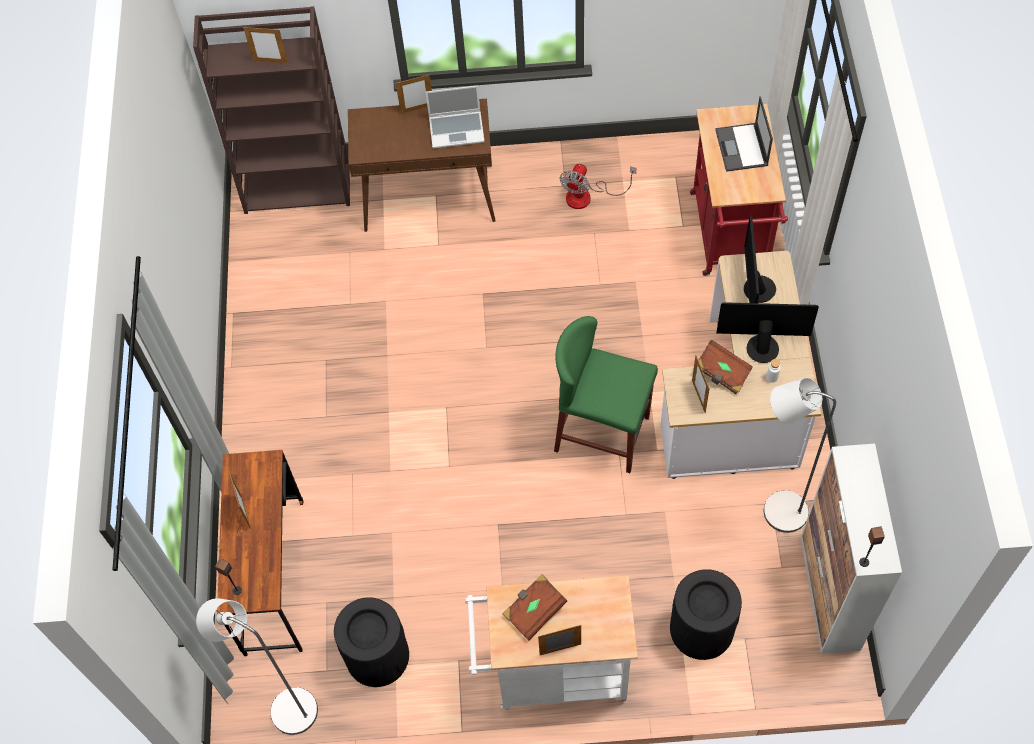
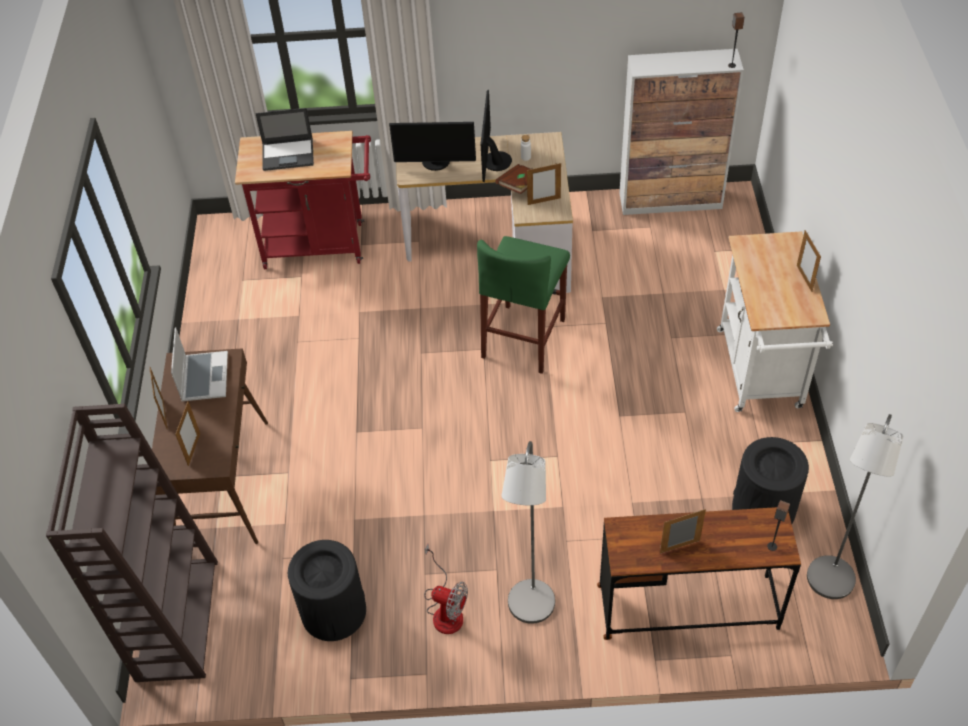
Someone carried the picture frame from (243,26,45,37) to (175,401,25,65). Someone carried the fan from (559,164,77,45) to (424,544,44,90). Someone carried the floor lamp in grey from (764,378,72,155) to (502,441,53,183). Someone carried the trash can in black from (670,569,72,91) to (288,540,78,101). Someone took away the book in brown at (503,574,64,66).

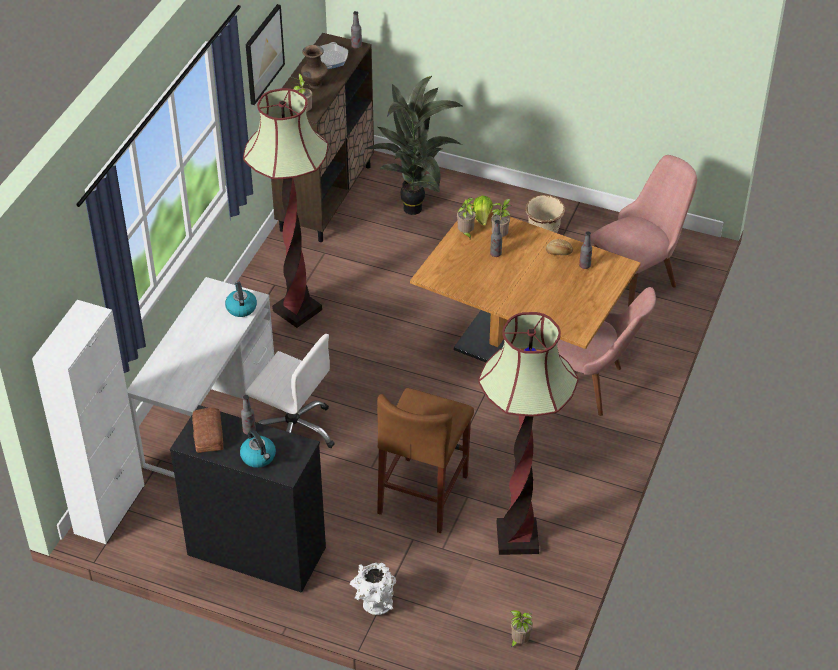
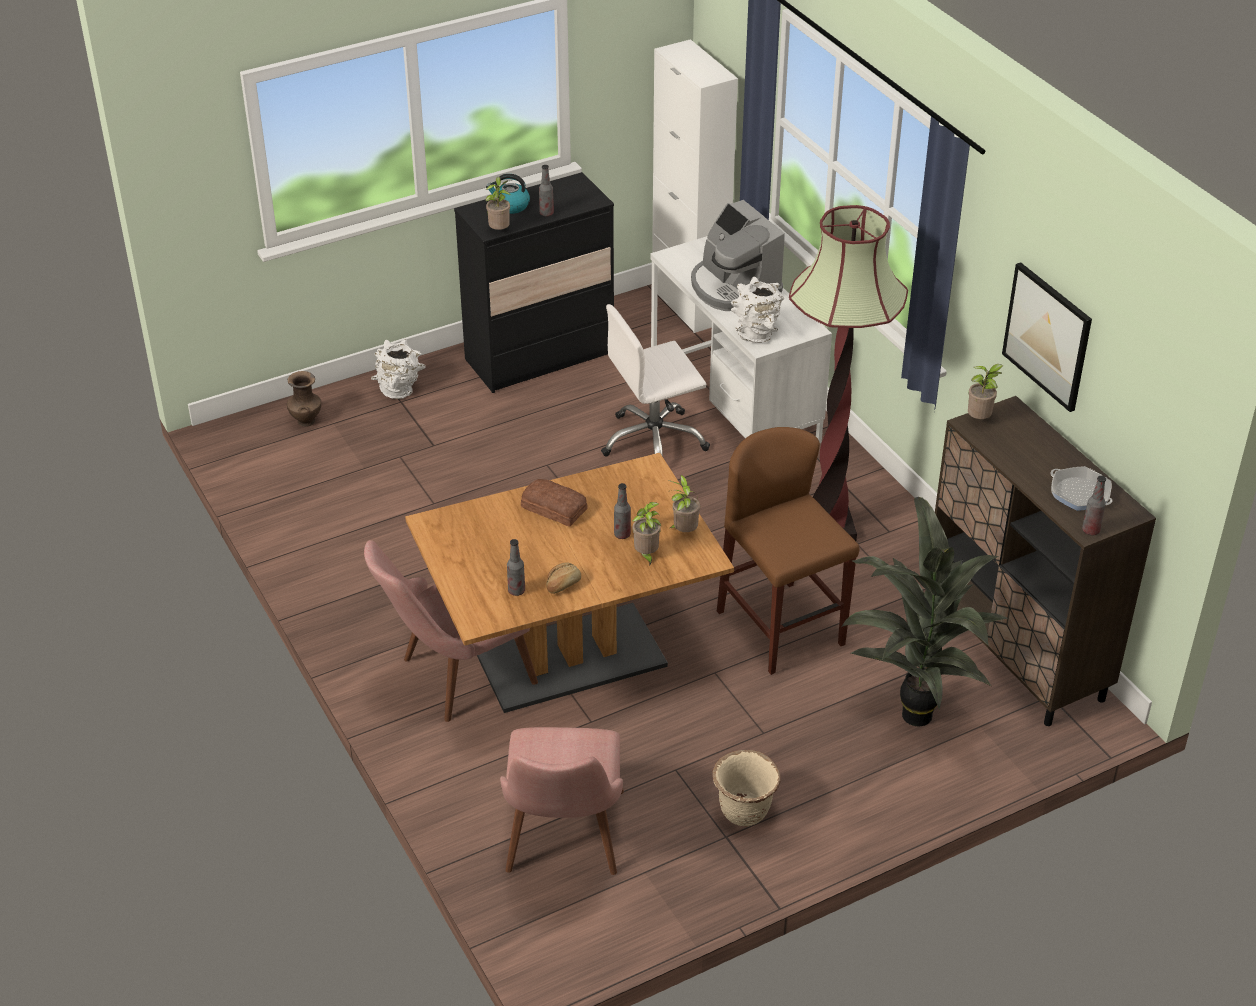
Someone carried the vase in brown from (301,45,27,44) to (287,371,34,56). Someone took away the lettuce at (473,196,20,30). Someone swapped the kettle at (225,282,32,35) for the vase in white at (731,277,53,66). Someone took away the floor lamp at (478,312,100,243). Someone carried the stool in brown from (377,388,97,145) to (717,427,142,248). Someone carried the bread from (192,408,31,45) to (521,479,66,48). Someone carried the potted plant from (510,610,22,38) to (485,177,26,53). Someone put down the coffee machine at (691,200,94,111).

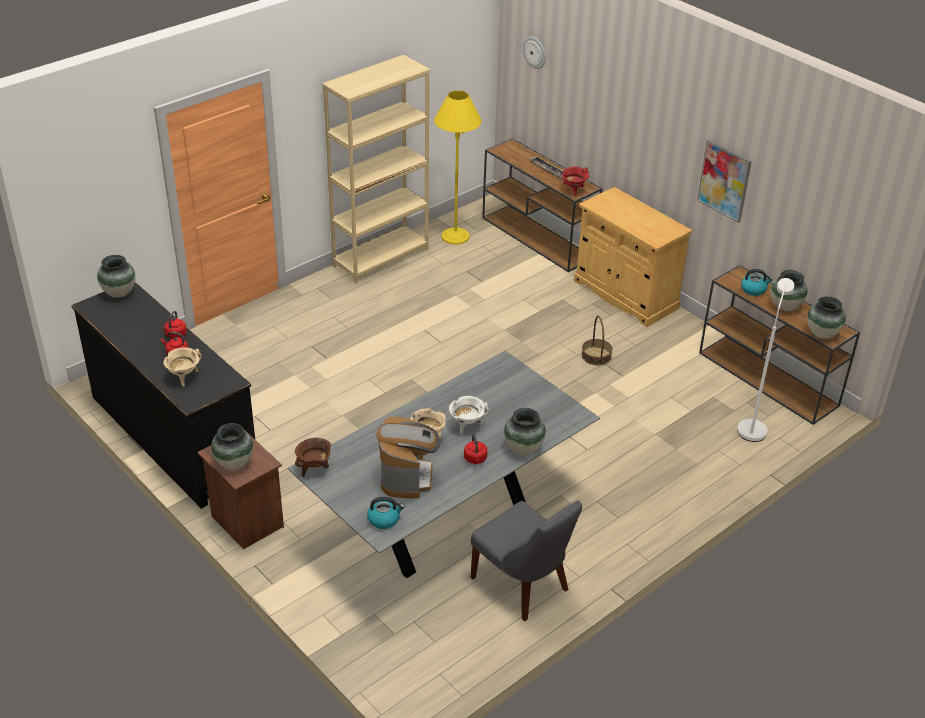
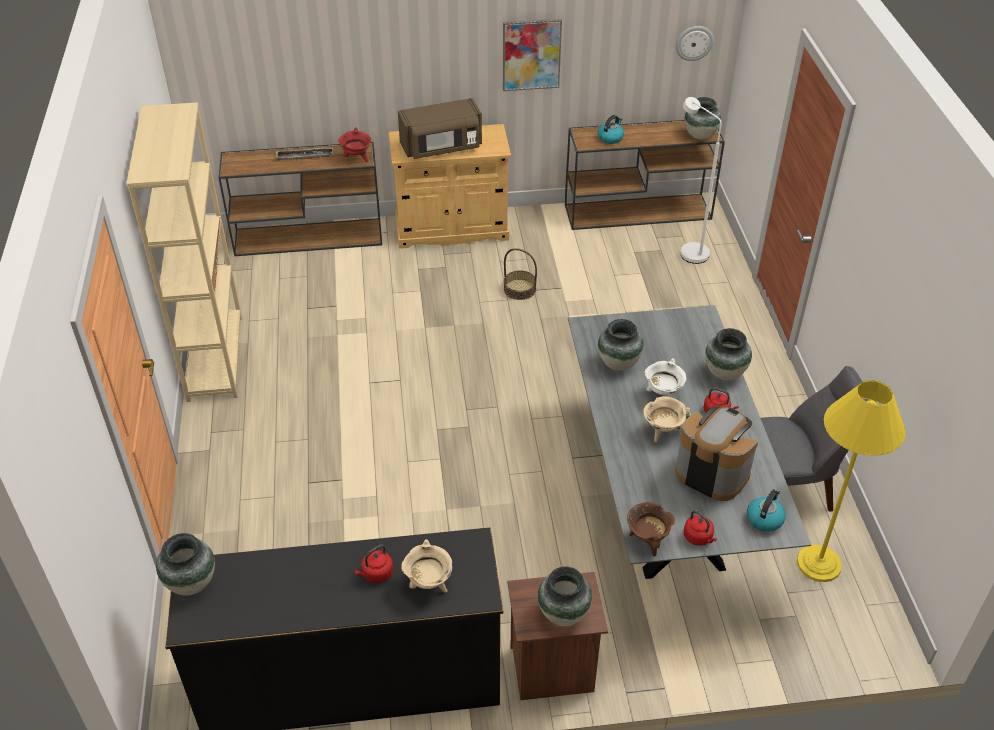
Someone carried the wall clock from (523,37,23,32) to (676,26,38,35). Someone carried the floor lamp in yellow from (434,90,48,155) to (797,380,108,202). Someone carried the vase from (771,270,36,41) to (598,319,46,52). Someone carried the kettle in red from (164,311,23,28) to (684,510,33,36). Someone put down the microwave in brown at (398,98,84,61).

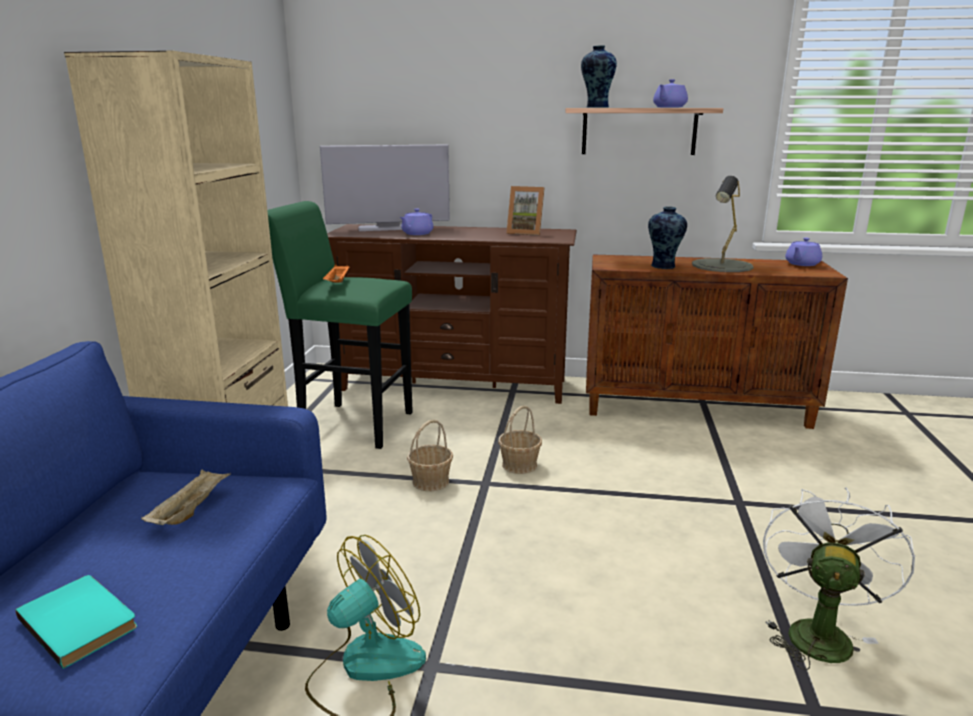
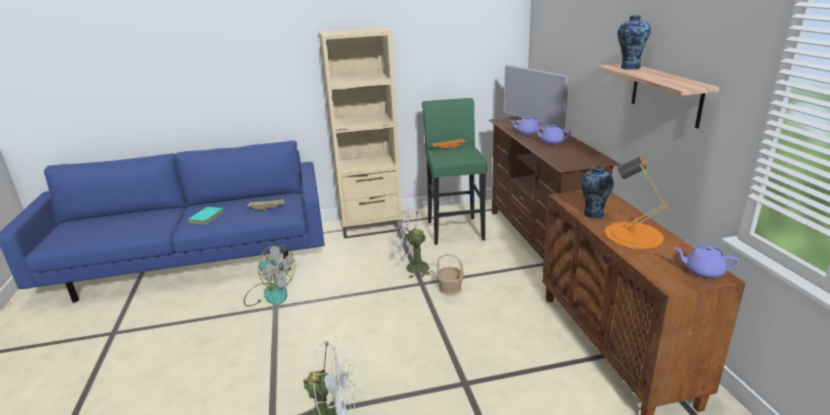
Someone carried the teapot in purple from (653,79,35,29) to (534,125,37,19). Someone repainted the table lamp in grey at (692,176,62,96), which became the table lamp in orange at (604,157,65,92). Someone took away the picture frame at (506,186,38,50). Someone swapped the basket at (407,420,46,71) for the fan in white at (391,208,43,70).

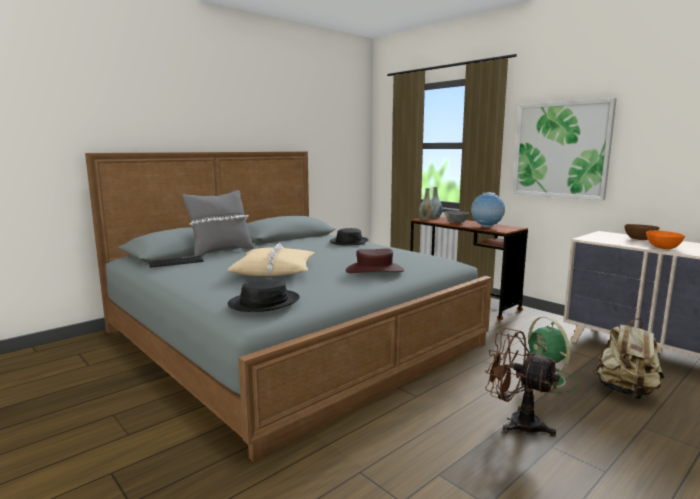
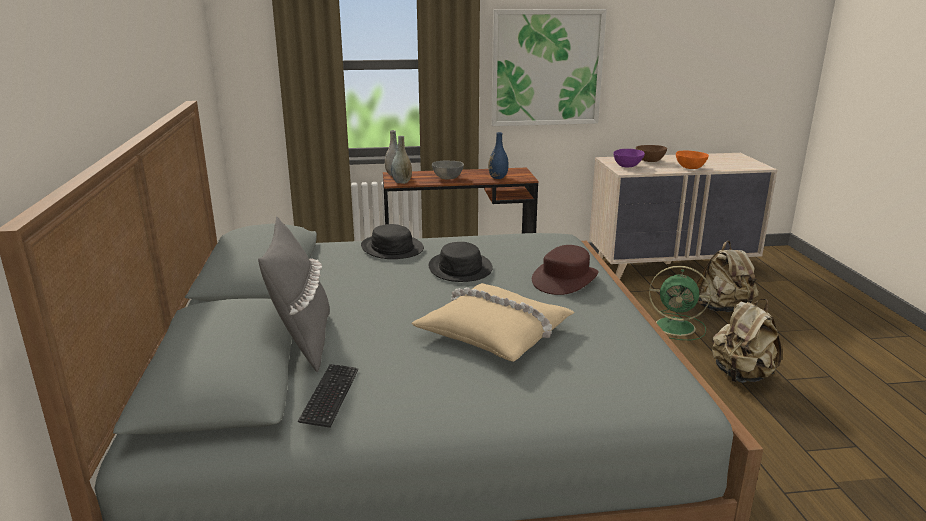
Someone swapped the globe at (471,192,34,36) for the vase in blue at (488,132,21,47). Someone carried the hat in black from (227,278,73,34) to (429,242,64,40). Someone swapped the fan in brown at (485,328,75,109) for the backpack in beige at (712,299,70,84). Someone put down the bowl in purple at (613,149,32,18).

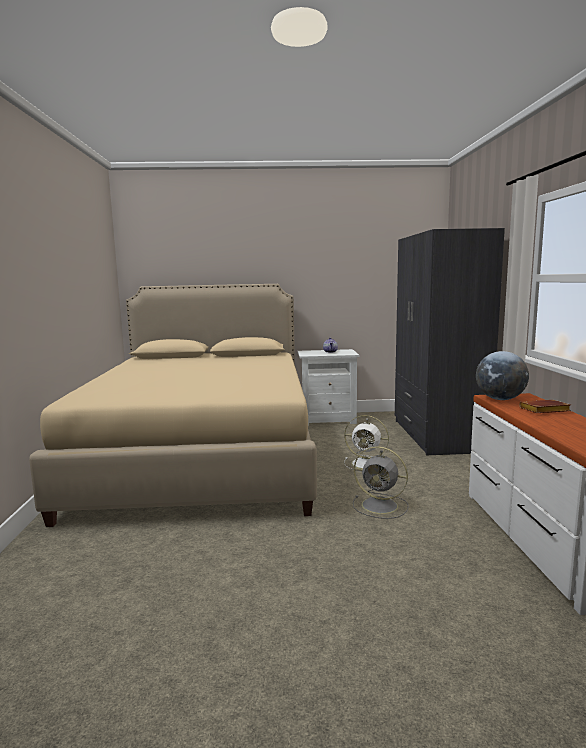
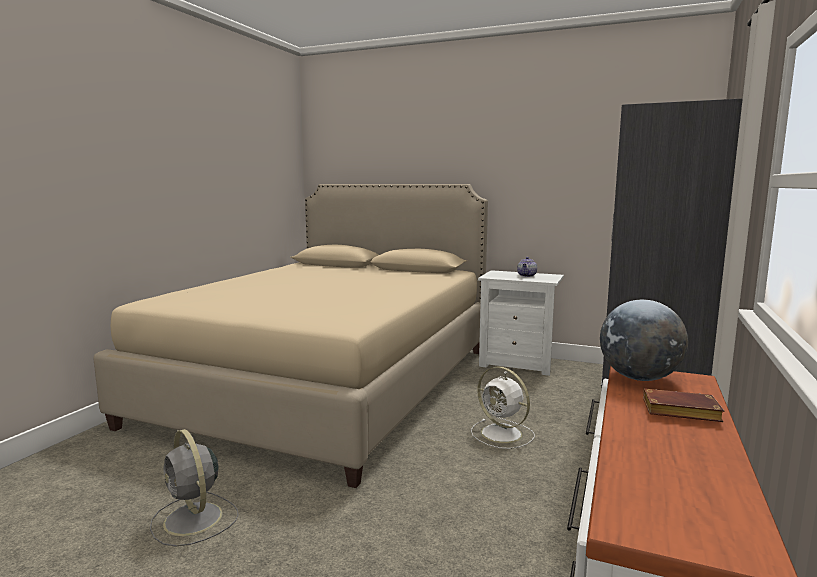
Someone carried the fan in grey from (353,446,56,73) to (150,429,89,117).

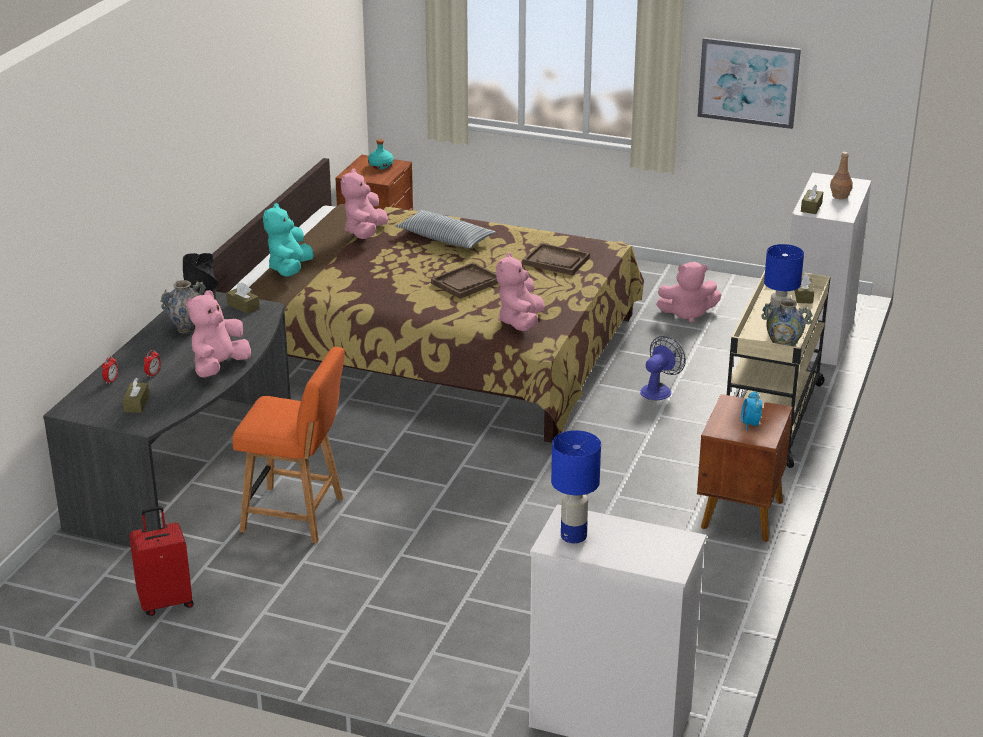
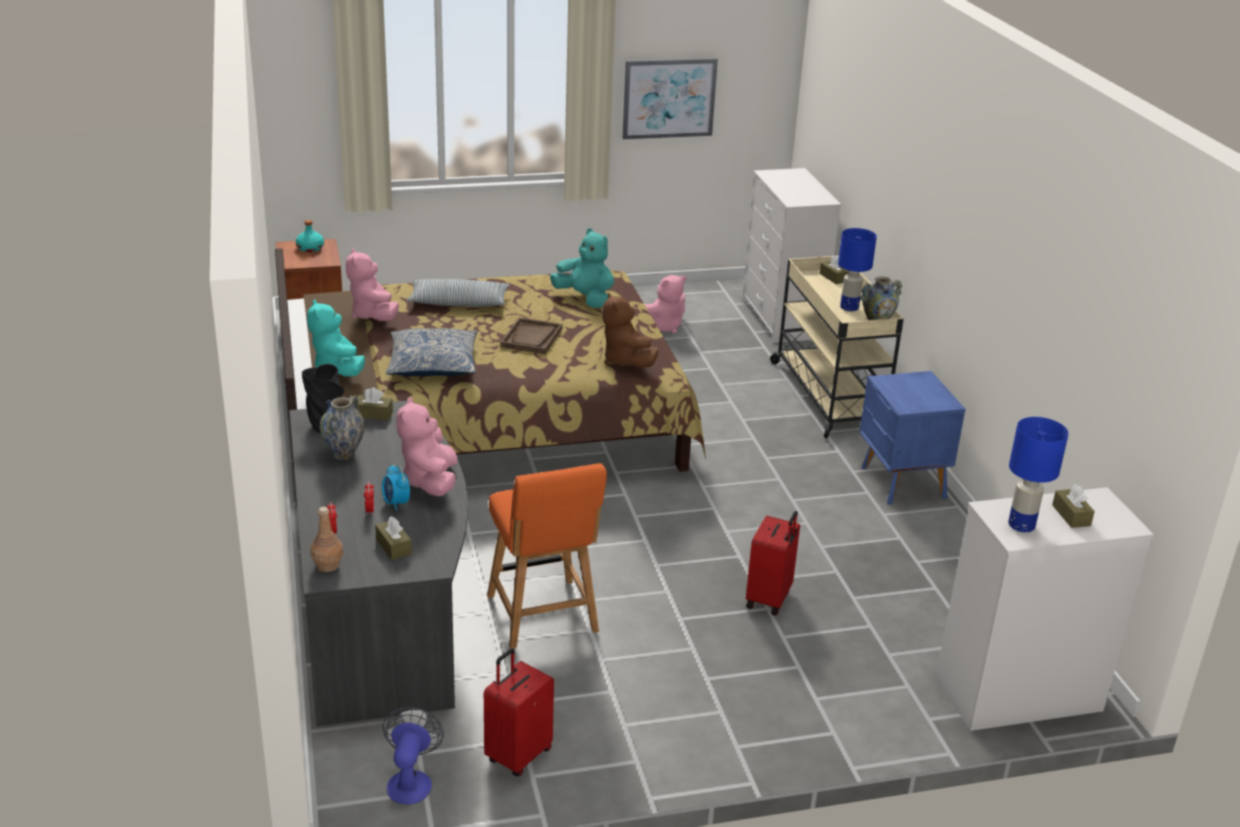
Someone carried the bottle in brown from (830,152,23,47) to (311,507,32,65). Someone carried the tissue box in brown from (801,185,22,29) to (1052,484,43,44). Someone swapped the tray in brown at (522,243,68,32) for the plush toy in turquoise at (550,228,64,80). Someone repainted the plush toy in pink at (496,252,49,79), which became the plush toy in brown at (602,293,56,75). Someone carried the fan from (640,336,46,65) to (382,707,62,98). Someone rotated the chair in orange at (232,347,113,196) by 90 degrees clockwise. Someone carried the alarm clock from (741,391,21,39) to (382,465,28,46). Someone repainted the nightstand in brown at (697,394,96,148), which became the nightstand in blue at (859,371,107,134). Someone put down the pillow at (386,328,91,48). Someone put down the suitcase in red at (746,511,54,105).

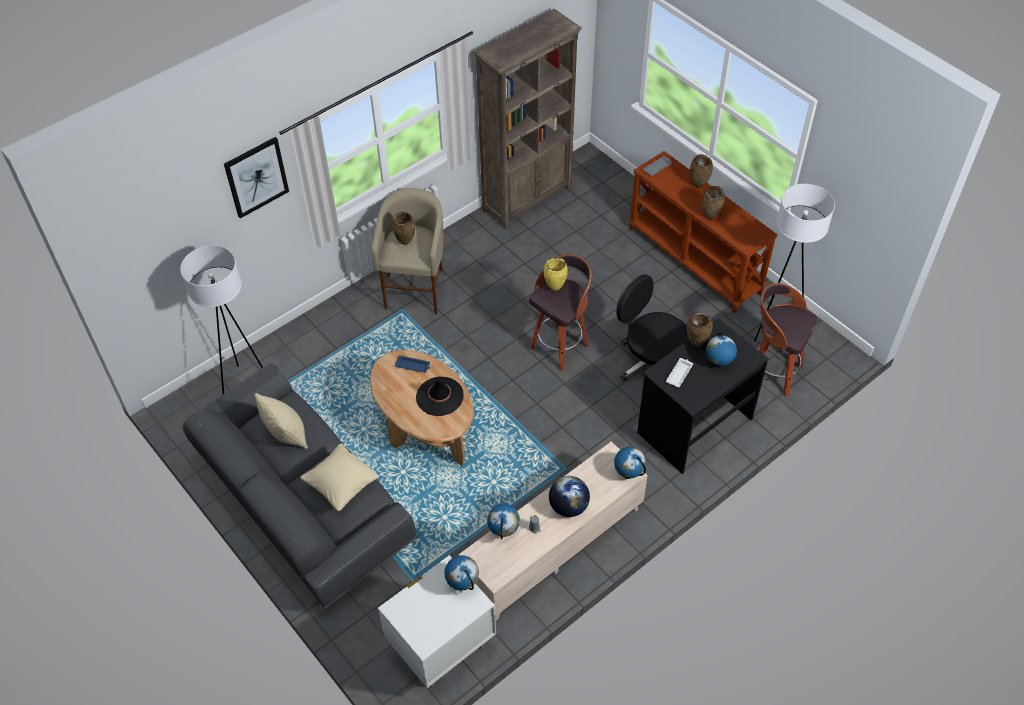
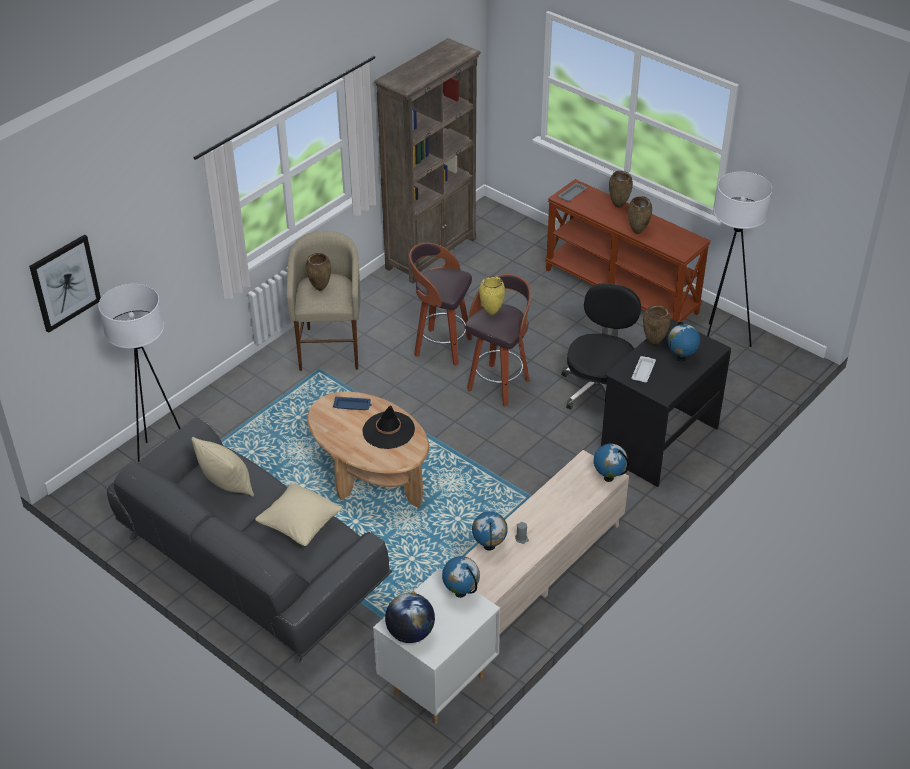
Someone carried the picture from (224,137,65,82) to (29,235,72,98). Someone rotated the office chair in black at (616,274,73,108) by 75 degrees clockwise. Someone carried the stool from (757,283,60,114) to (409,243,63,123). Someone carried the globe from (549,476,41,41) to (385,593,50,50).

